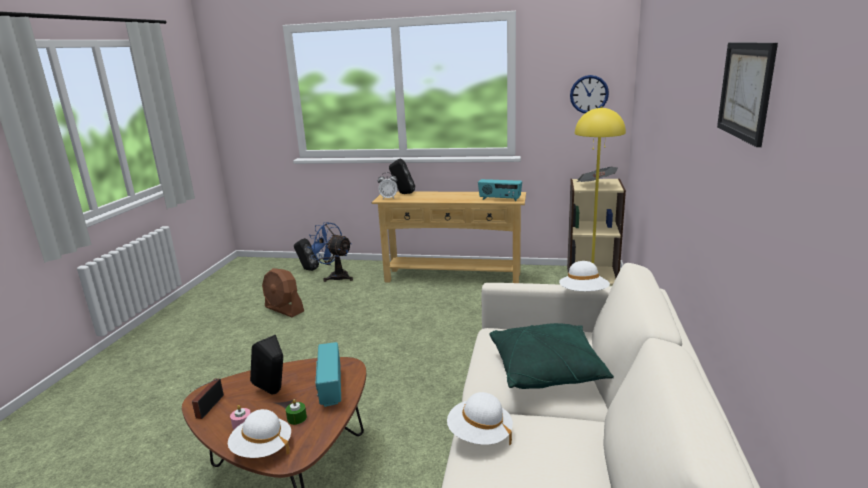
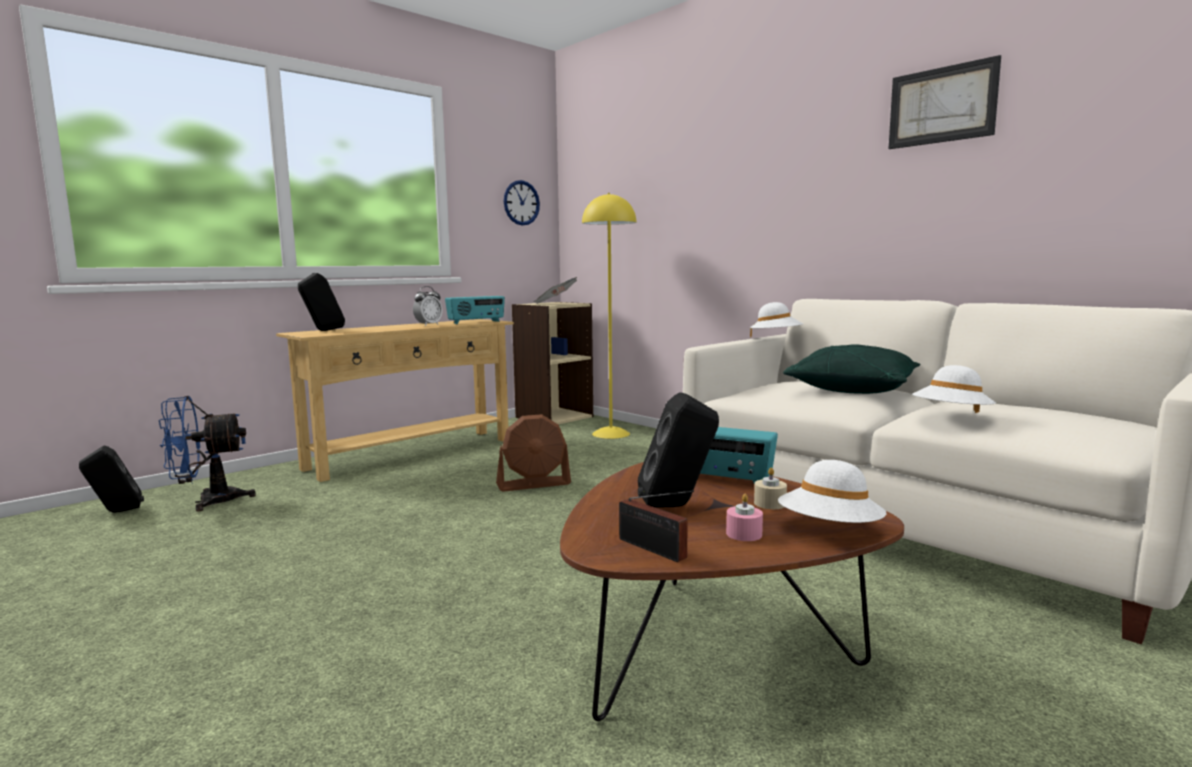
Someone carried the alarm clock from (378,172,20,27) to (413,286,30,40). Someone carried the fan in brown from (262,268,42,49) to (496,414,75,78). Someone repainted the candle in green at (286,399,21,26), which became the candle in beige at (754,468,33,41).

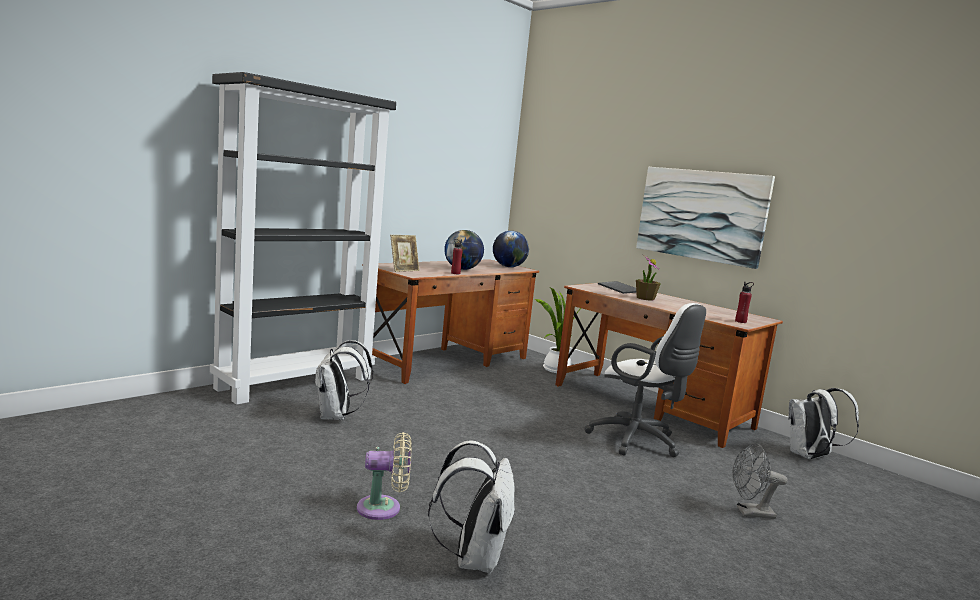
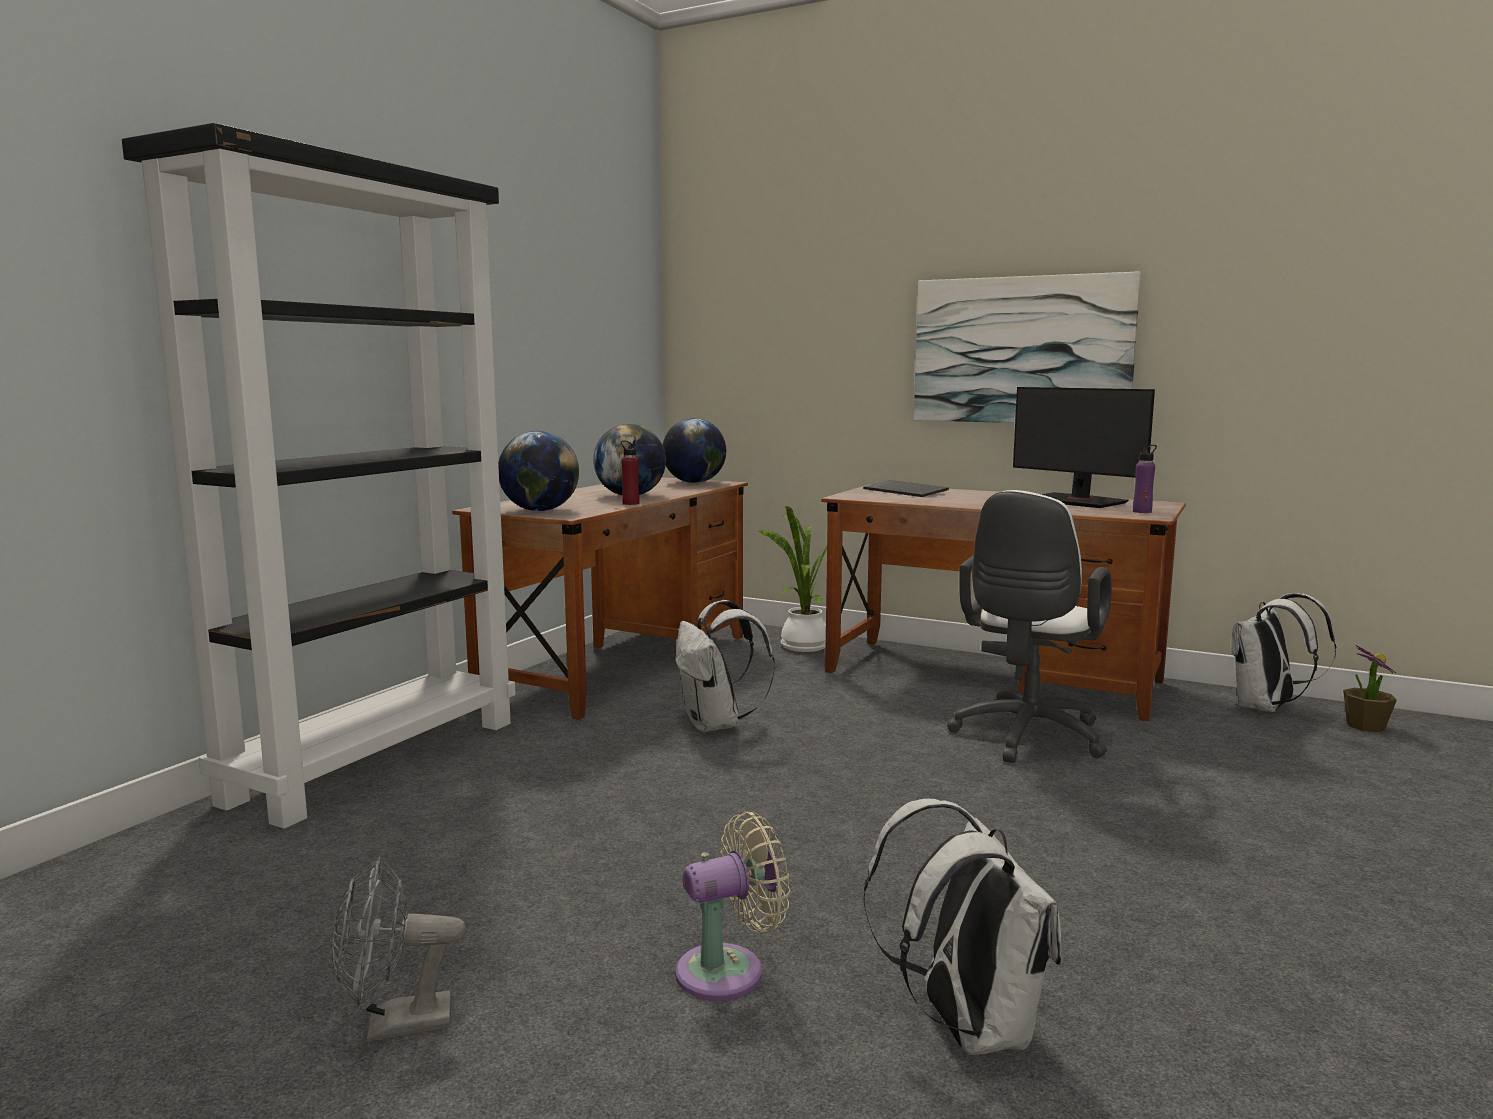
Someone swapped the picture frame at (390,235,30,37) for the globe at (498,431,81,80). Someone carried the potted plant from (636,255,25,46) to (1343,645,54,87). Someone repainted the bottle in red at (735,282,19,41), which became the bottle in purple at (1133,445,24,68). Someone rotated the office chair in white at (585,303,121,154) by 90 degrees clockwise. Someone carried the backpack in white from (314,340,59,80) to (675,600,100,132). Someone carried the fan in grey from (732,443,56,76) to (331,856,135,186). Someone put down the monitor at (1013,387,142,121).

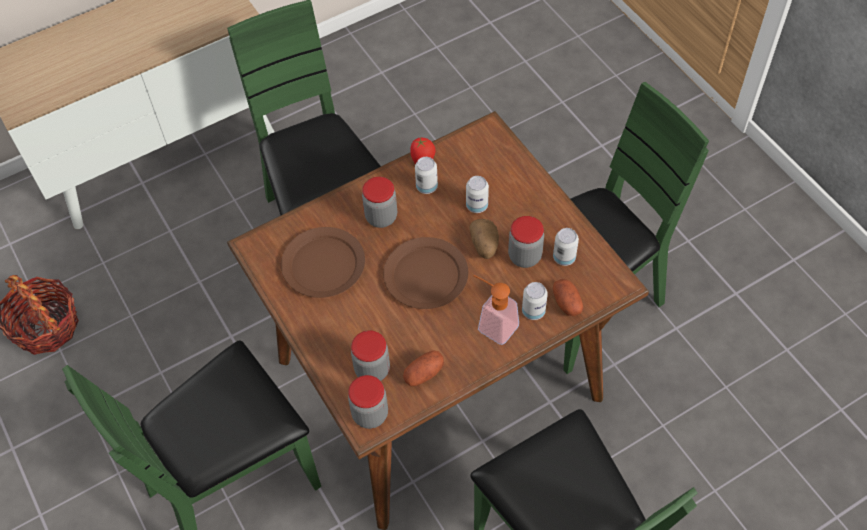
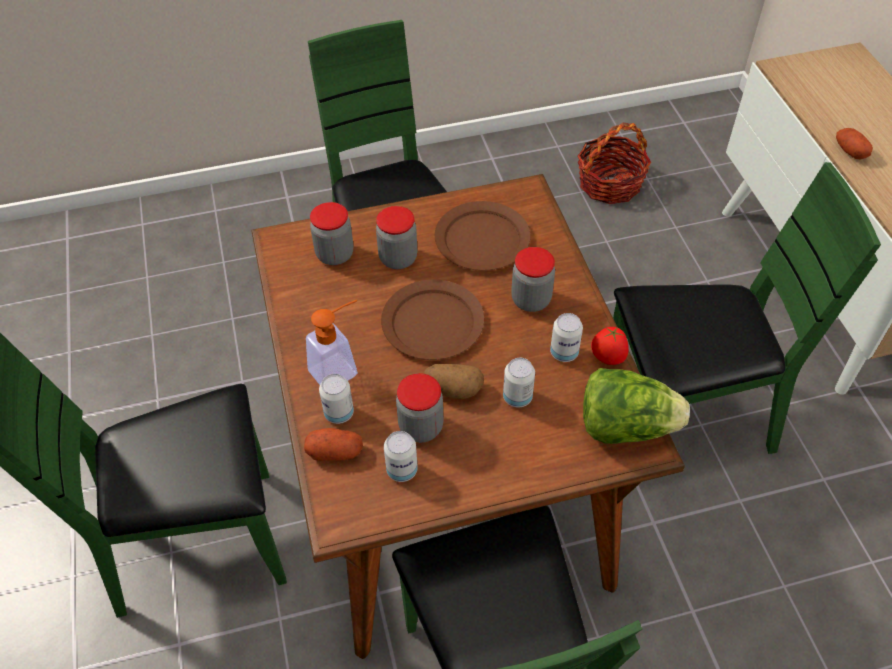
Someone carried the potato from (403,350,41,36) to (836,128,37,31). Someone carried the jar from (348,375,40,54) to (376,206,41,63). Someone put down the lettuce at (583,368,107,76).

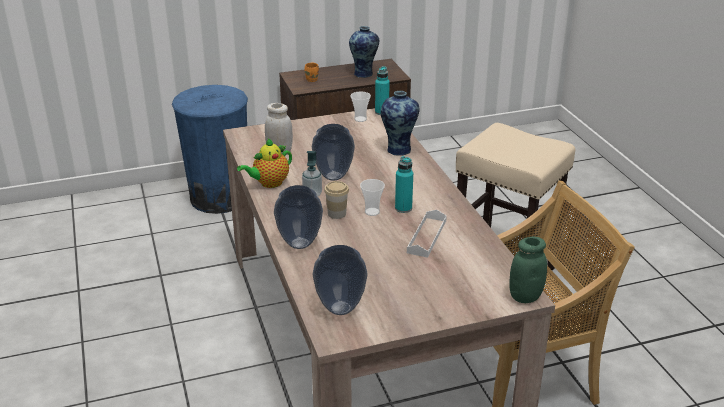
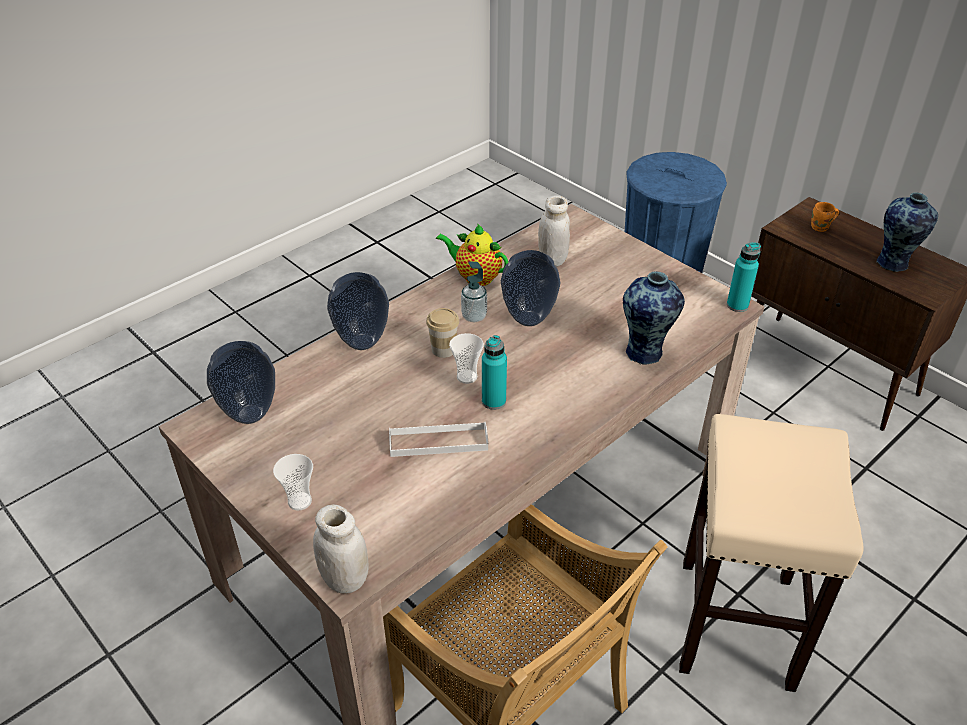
Someone carried the cup from (350,92,21,30) to (273,454,40,56). Someone repainted the jar in green at (509,236,38,67), which became the jar in white at (313,504,56,90).

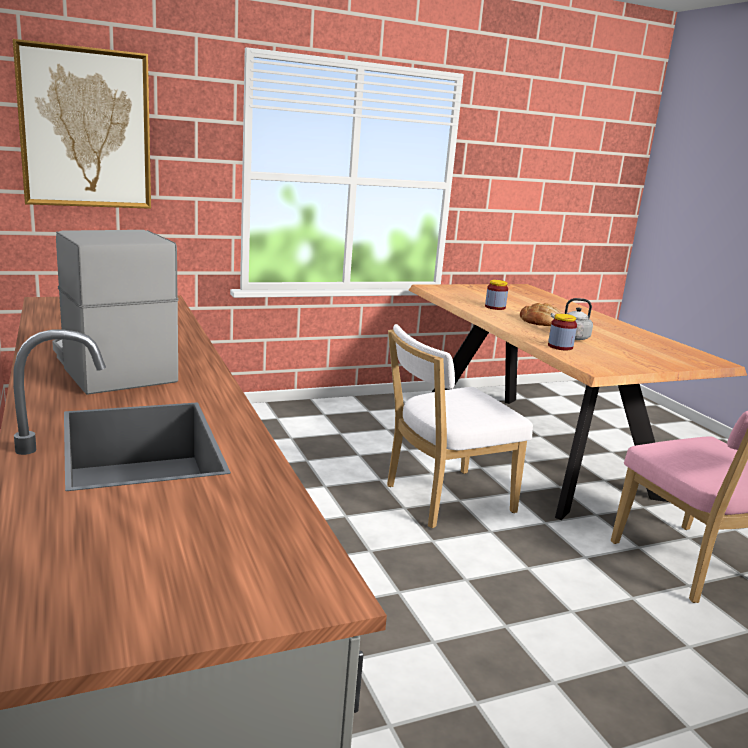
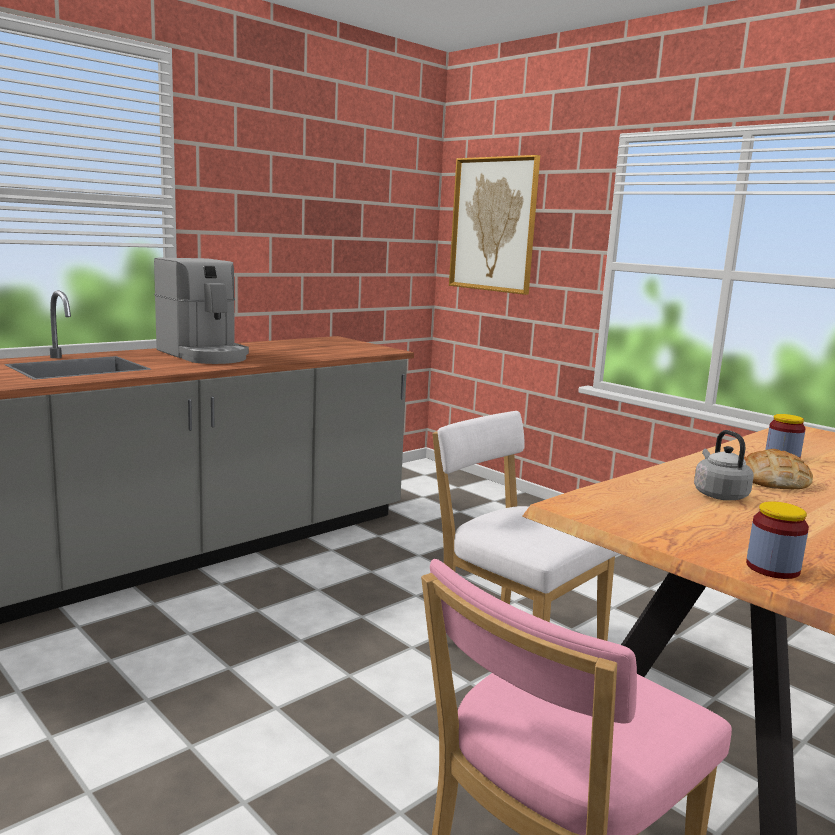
Someone rotated the coffee machine at (52,230,127,165) by 105 degrees clockwise. Someone carried the jar from (548,314,29,36) to (746,501,63,78).

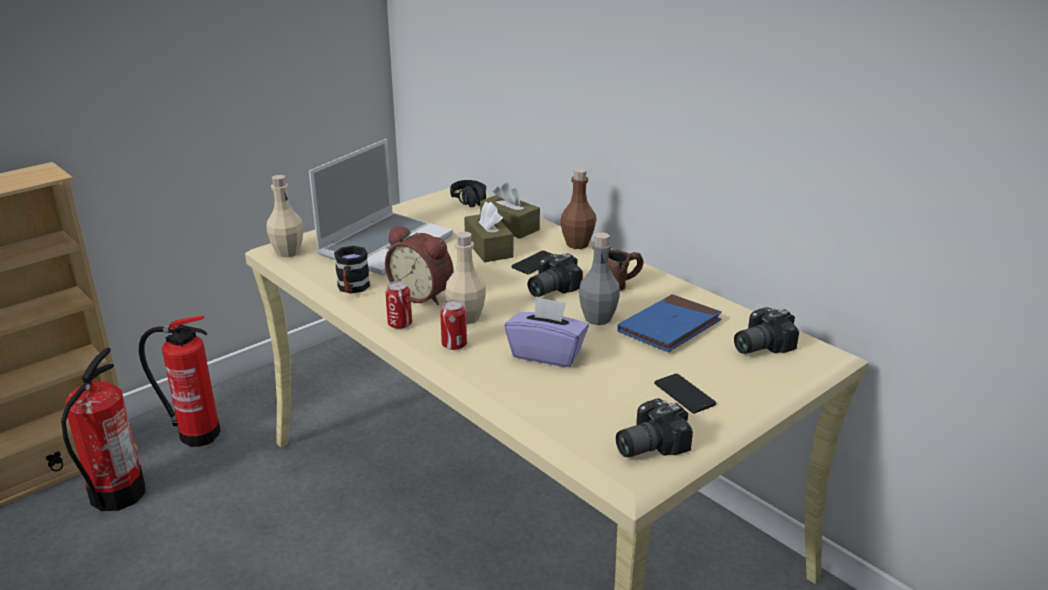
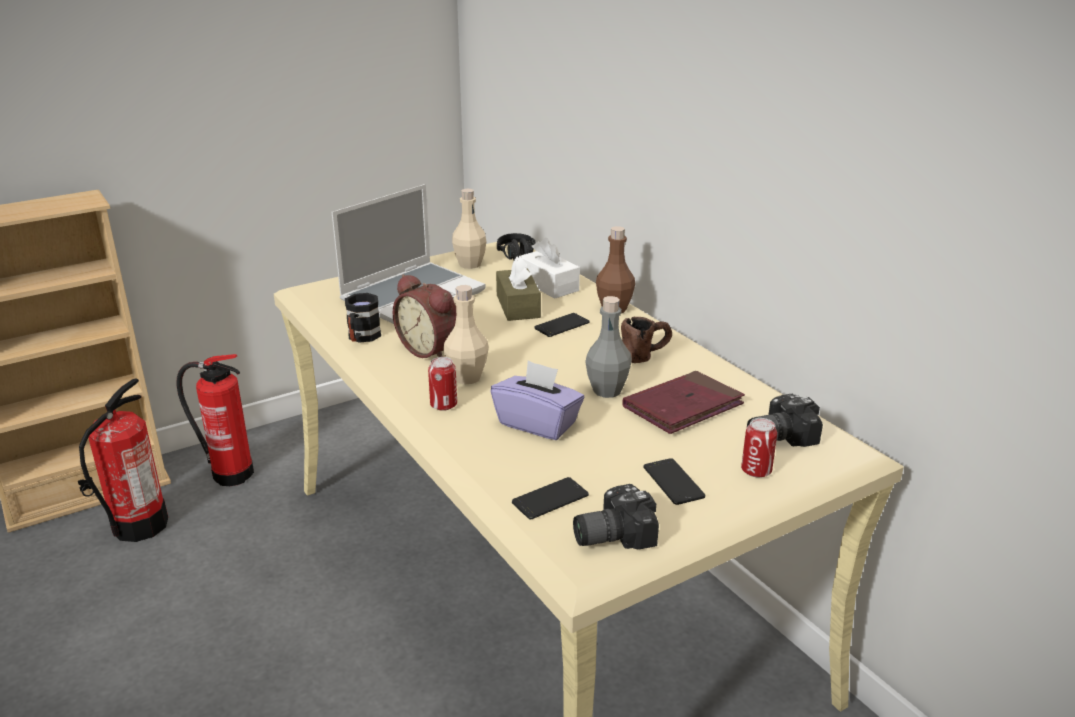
Someone carried the bottle in beige from (267,175,36,82) to (452,189,34,80). Someone repainted the tissue box in brown at (480,183,60,56), which became the tissue box in white at (519,238,61,61). Someone took away the photo camera at (528,253,55,44). Someone carried the can from (386,281,26,48) to (741,418,36,60). Someone repainted the book in blue at (617,294,105,58), which became the book in red at (622,370,123,64). Someone put down the phone at (512,477,77,42).

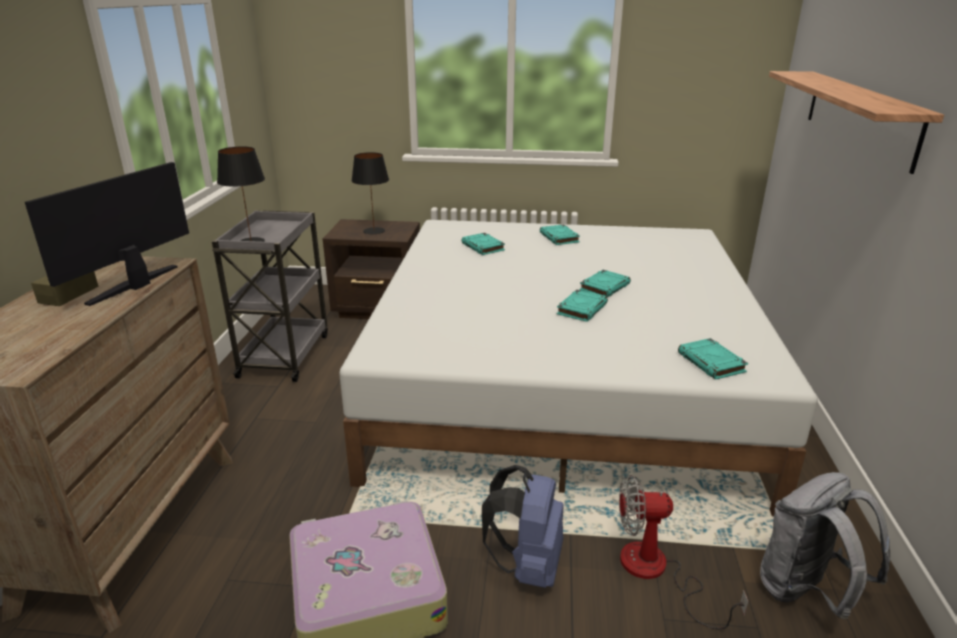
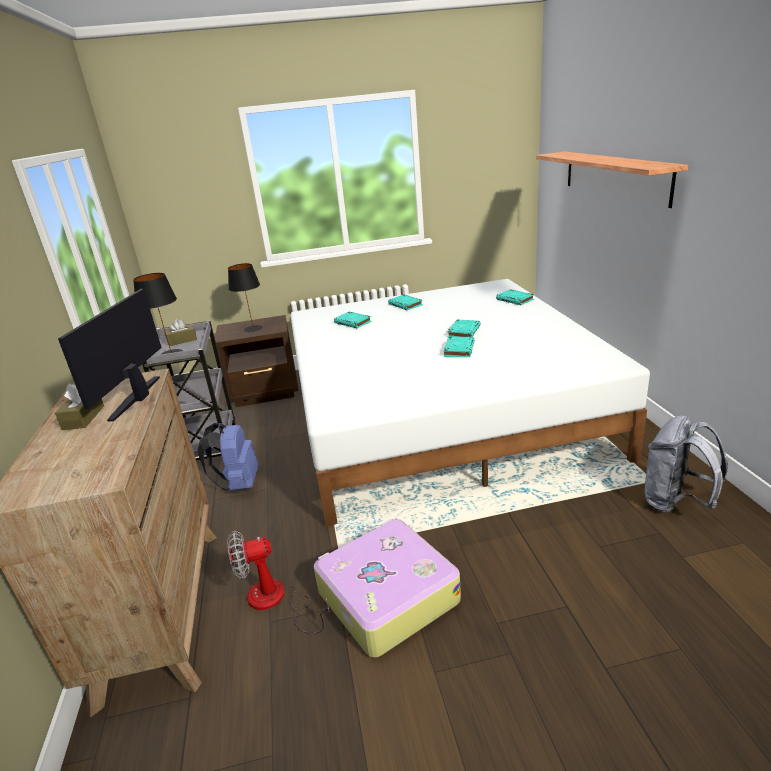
Someone carried the book in turquoise from (678,338,70,42) to (496,289,38,16). Someone carried the backpack in blue from (482,465,82,123) to (198,423,61,68). Someone carried the fan from (619,475,129,155) to (227,530,103,104). Someone put down the tissue box in brown at (164,319,33,27).

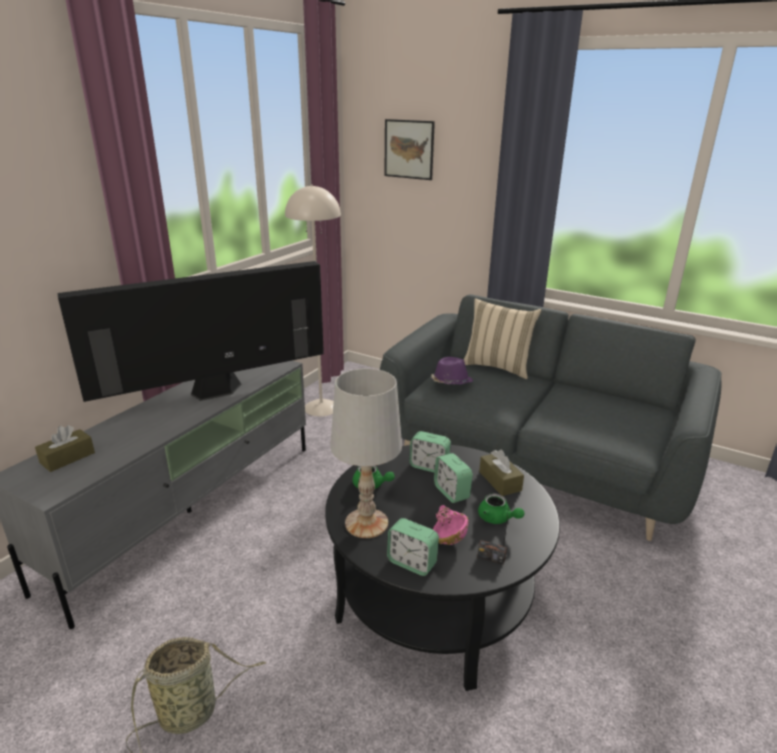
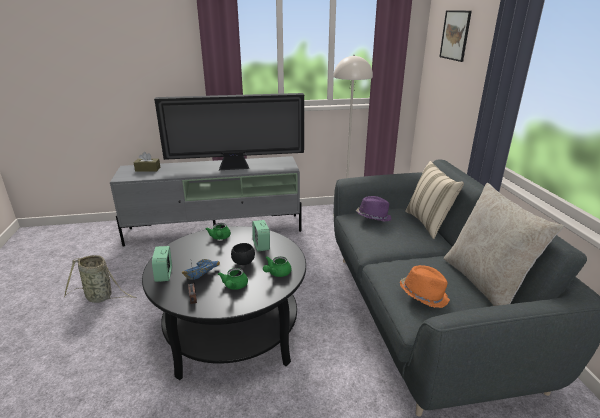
Someone rotated the television at (57,261,267,141) by 150 degrees clockwise. Someone took away the table lamp in white at (330,368,72,170). Someone swapped the tissue box in brown at (479,450,45,46) for the teapot in green at (263,256,29,21). Someone swapped the alarm clock at (434,453,39,50) for the bowl in black at (231,243,24,22). Someone repainted the bowl in pink at (433,505,36,40), which became the bowl in blue at (182,259,38,21). Someone put down the pillow in beige at (444,183,120,123). Someone put down the hat in orange at (400,265,50,43).

